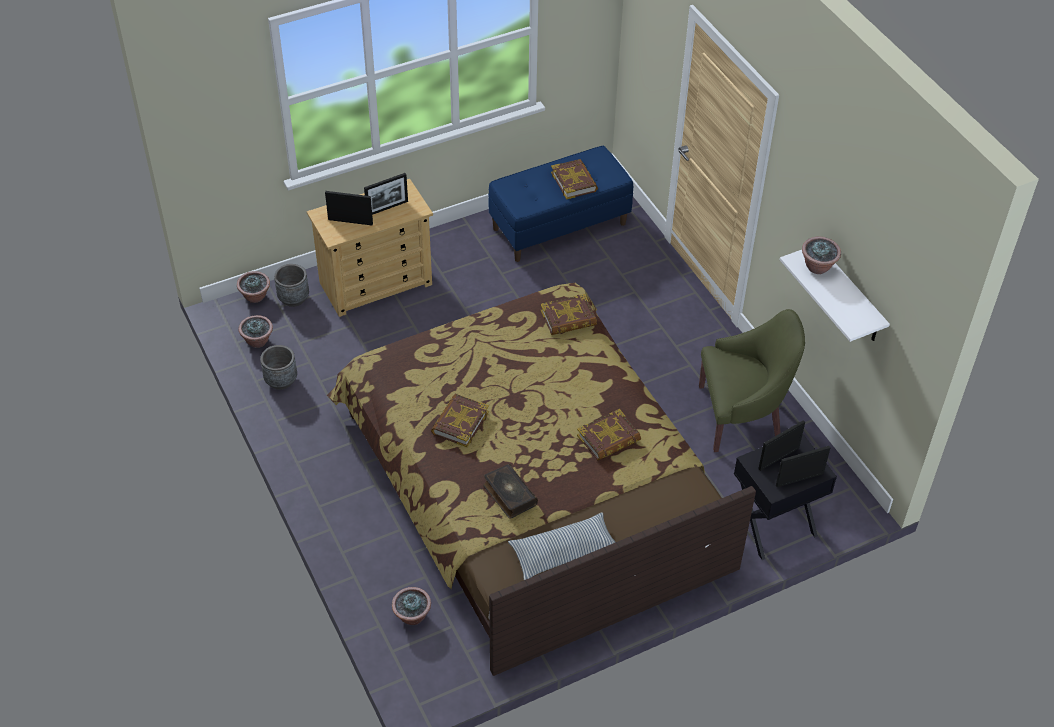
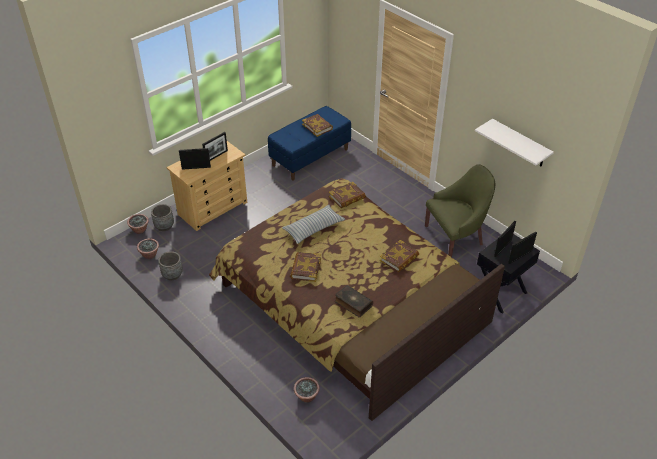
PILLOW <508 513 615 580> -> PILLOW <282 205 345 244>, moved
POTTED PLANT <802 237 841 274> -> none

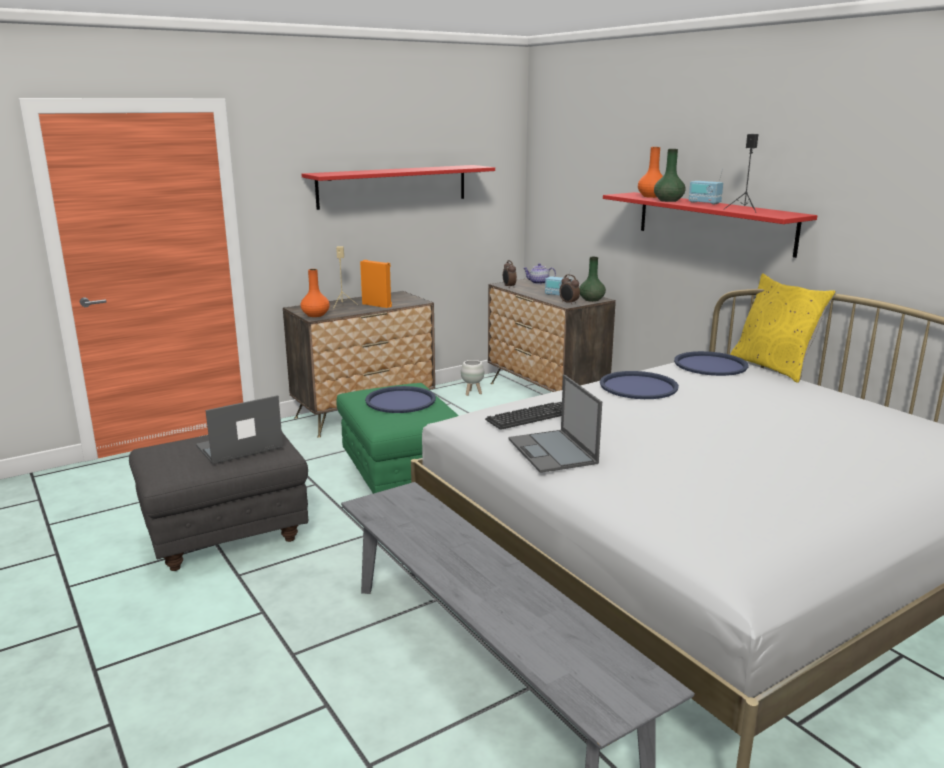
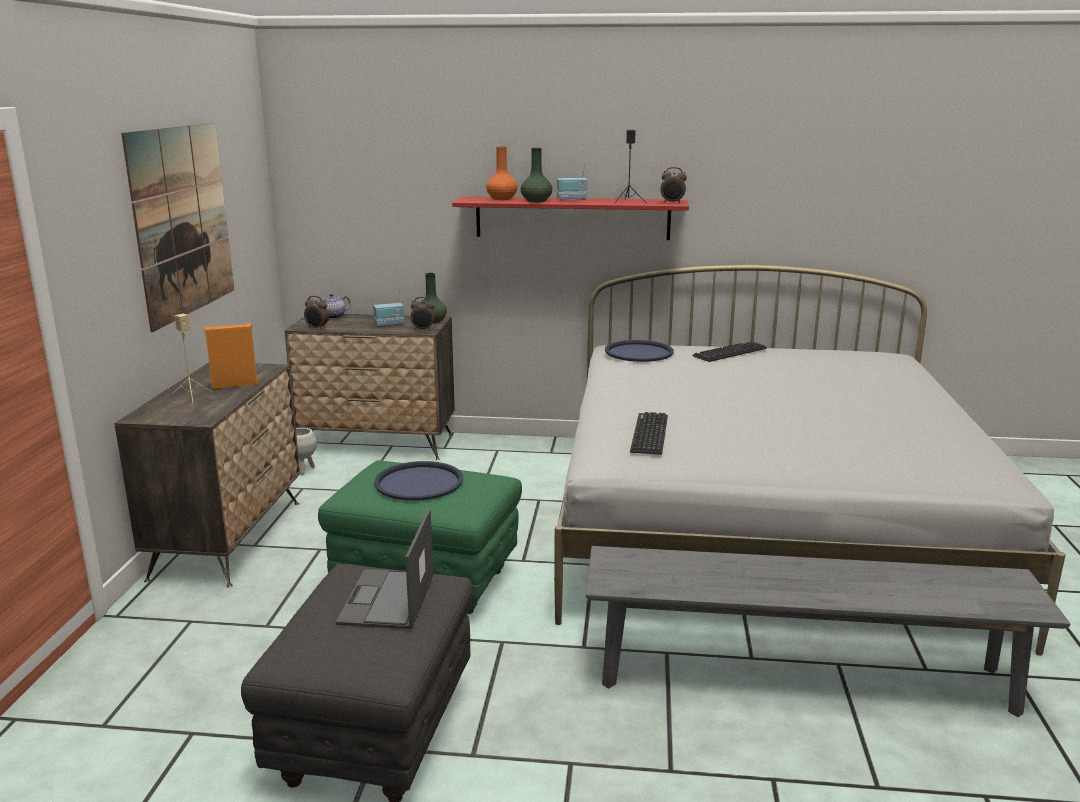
RED SHELF <302 165 495 210> -> PICTURE <121 123 234 332>
none -> ALARM CLOCK <660 167 687 204>
none -> KEYBOARD <693 342 767 362>
ORANGE VASE <300 269 330 317> -> none
LAPTOP <508 375 602 473> -> none
BLUE TRAY <600 371 679 399> -> none
YELLOW PILLOW <730 273 836 383> -> none

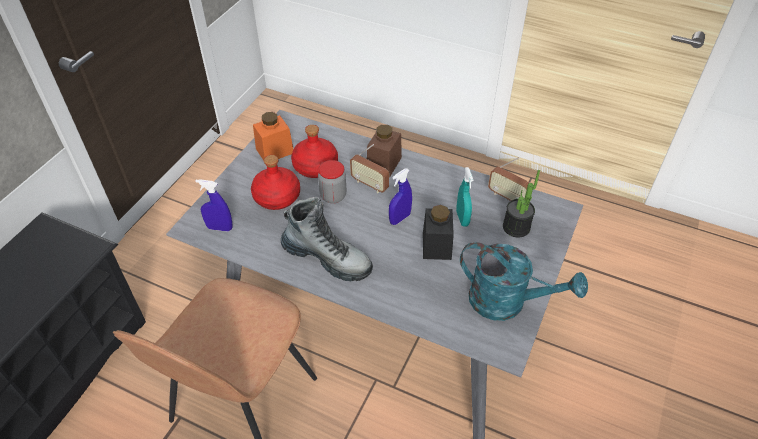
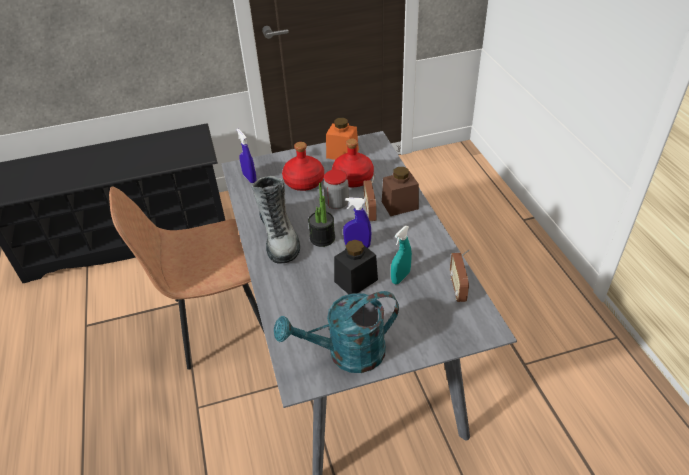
TURQUOISE WATERING CAN <460 242 588 321> -> TURQUOISE WATERING CAN <274 291 399 373>, 90 degrees clockwise
POTTED PLANT <503 170 540 238> -> POTTED PLANT <308 183 335 247>, moved

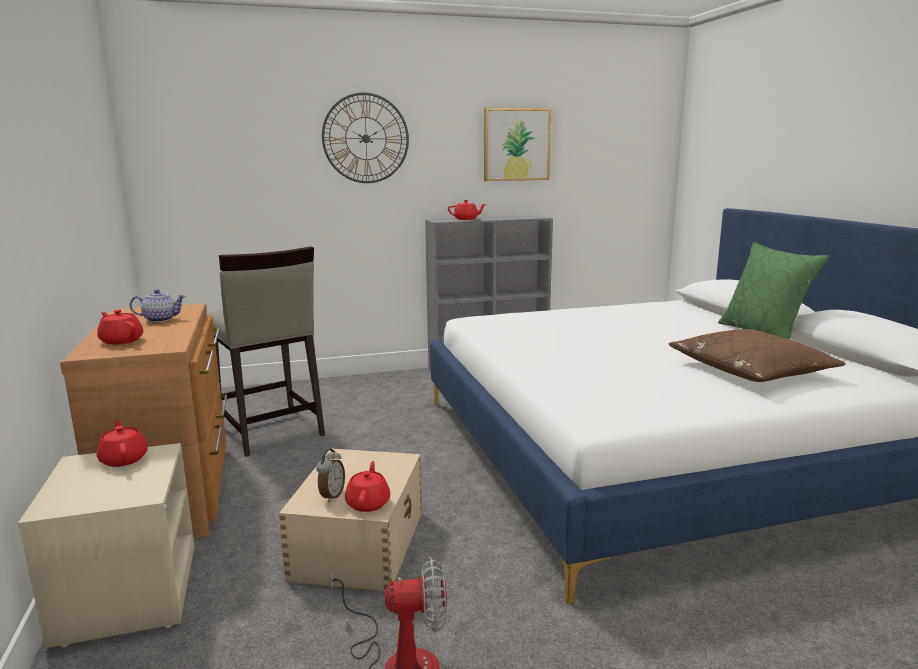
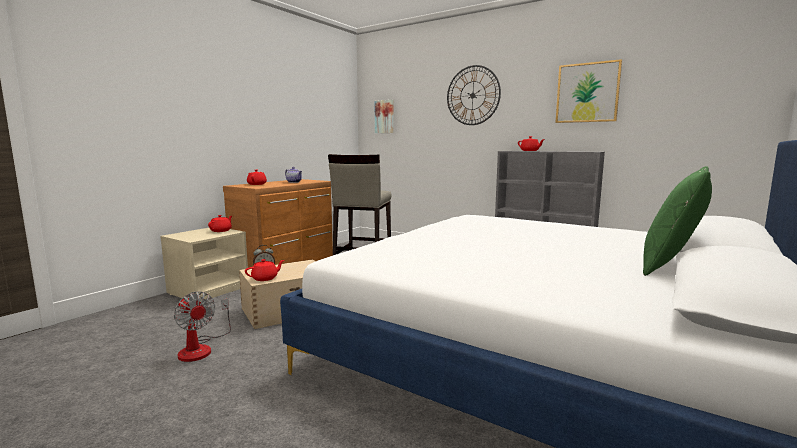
none -> PICTURE <375 100 394 133>
BROWN PILLOW <668 329 846 382> -> none

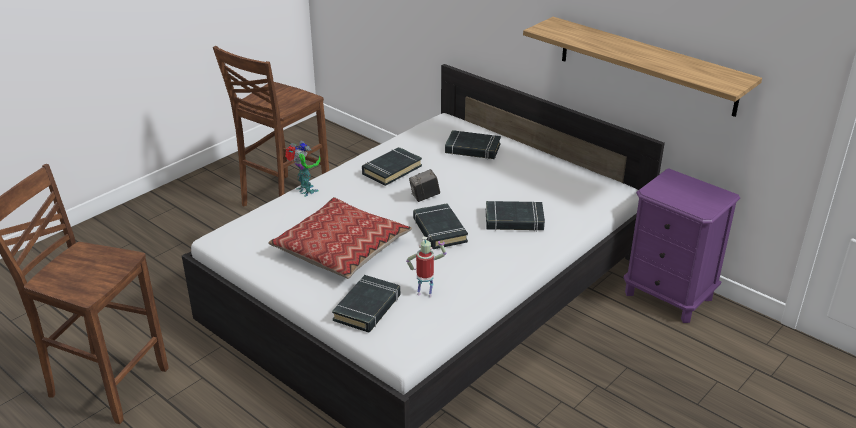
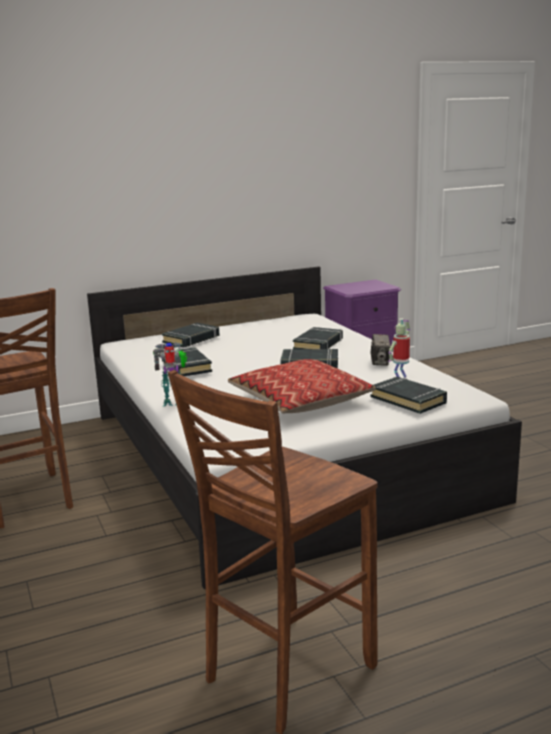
PHOTO CAMERA <409 169 440 202> -> PHOTO CAMERA <370 334 391 366>, moved
SHELF <523 17 762 117> -> none

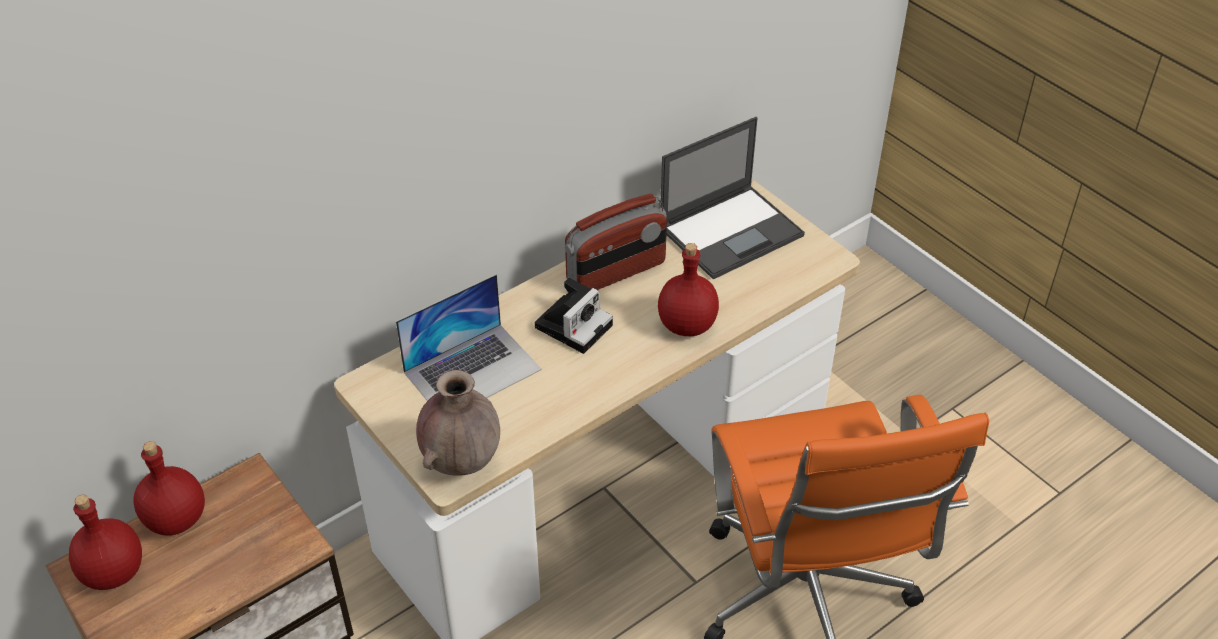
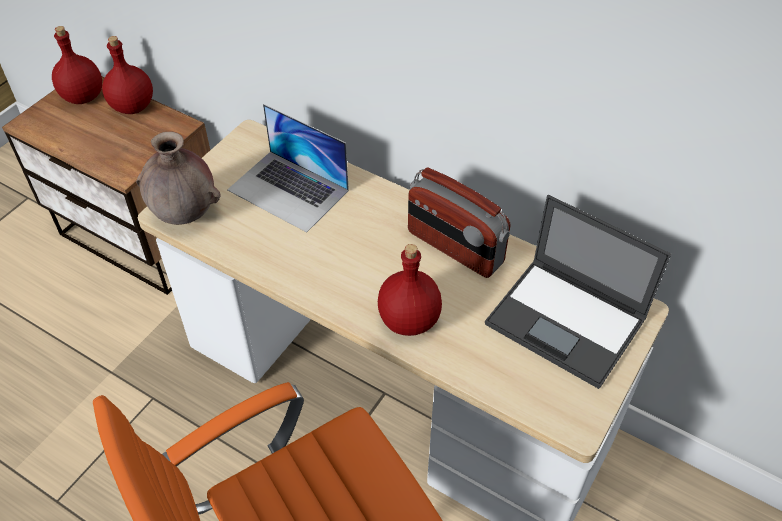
PHOTO CAMERA <535 278 613 354> -> none

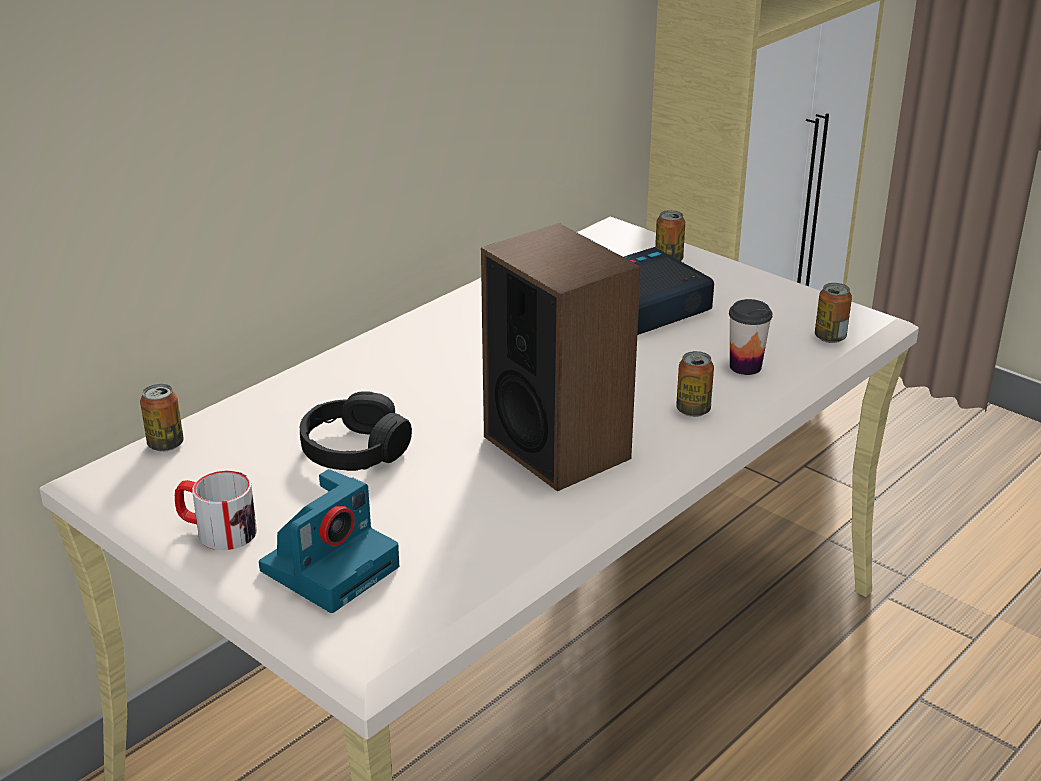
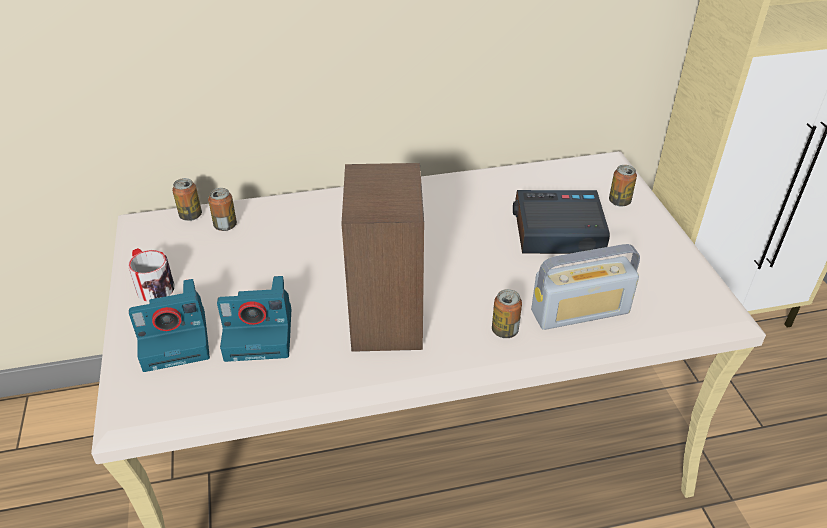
CAN <815 283 852 343> -> CAN <208 188 237 231>, moved
none -> PHOTO CAMERA <217 276 291 362>
CUP <729 299 772 375> -> RADIO <531 244 640 330>
BLACK HEADPHONES <300 391 412 471> -> none

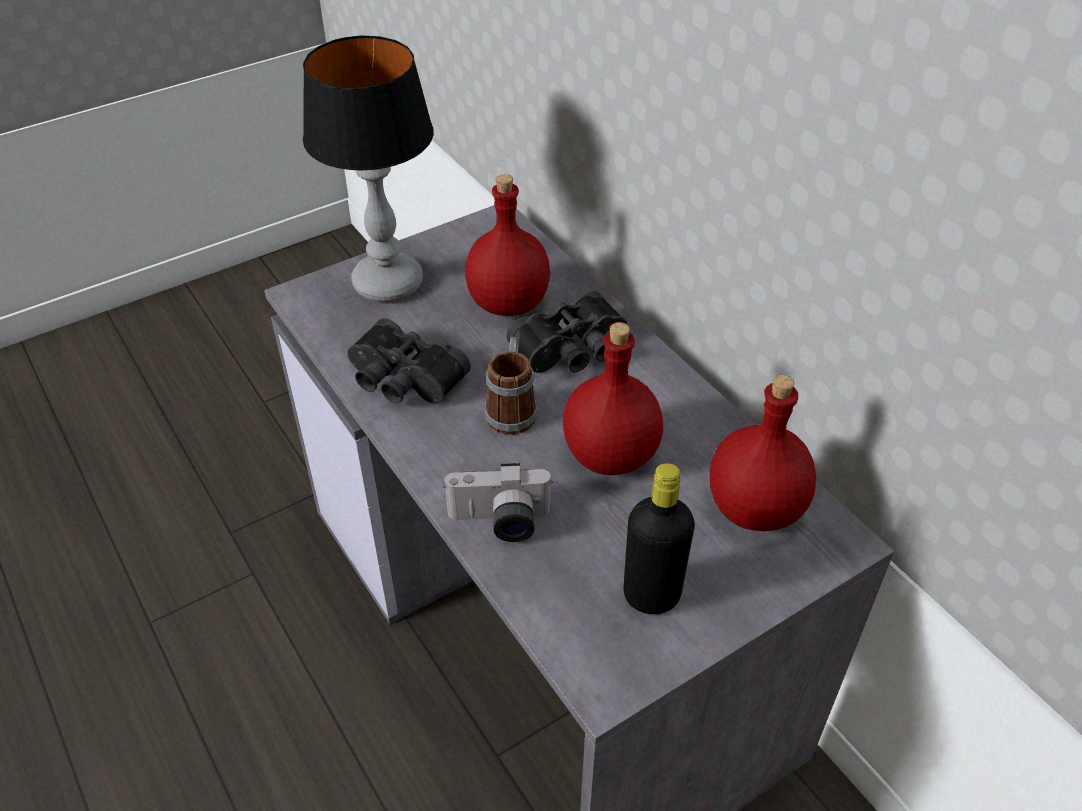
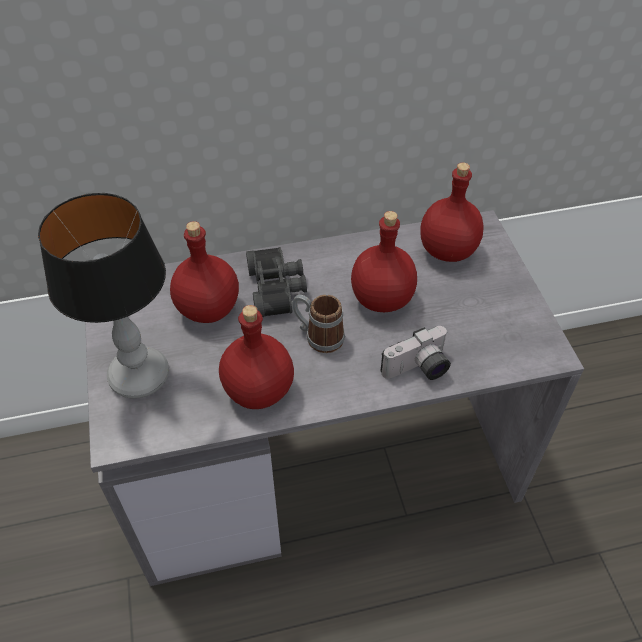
BLACK BINOCULARS <347 318 471 404> -> RED BOTTLE <219 305 294 409>
PHOTO CAMERA <443 463 553 542> -> PHOTO CAMERA <381 326 451 380>, 45 degrees clockwise
BLACK BOTTLE <623 463 695 614> -> none

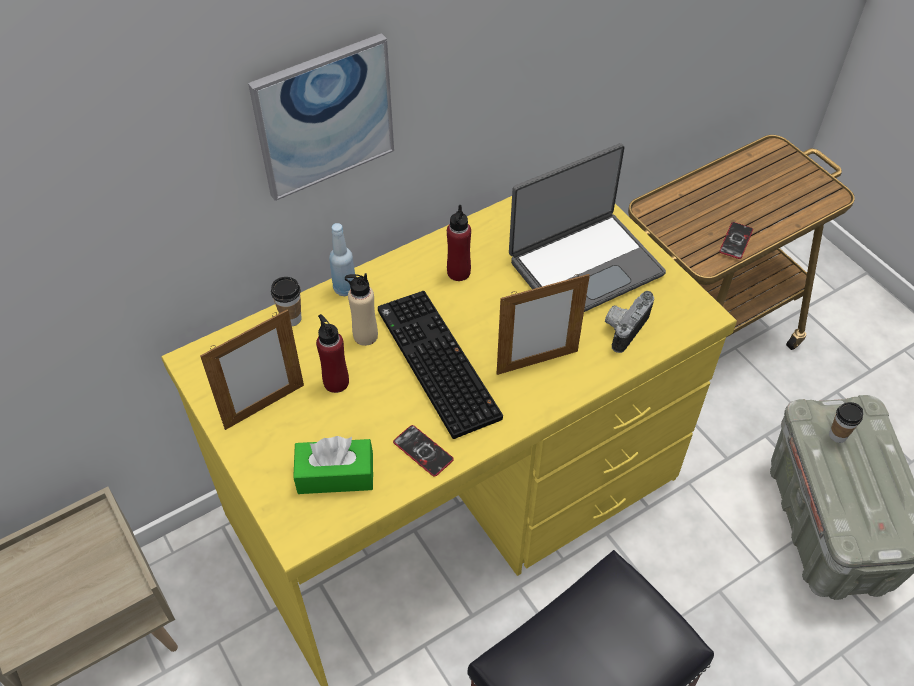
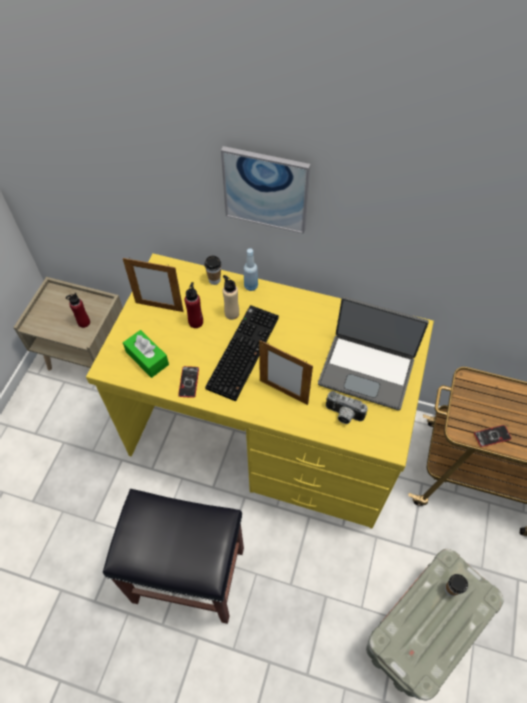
RED BOTTLE <447 205 471 281> -> RED BOTTLE <66 293 90 328>, moved
PHOTO CAMERA <605 291 654 353> -> PHOTO CAMERA <326 391 368 424>, 150 degrees counterclockwise

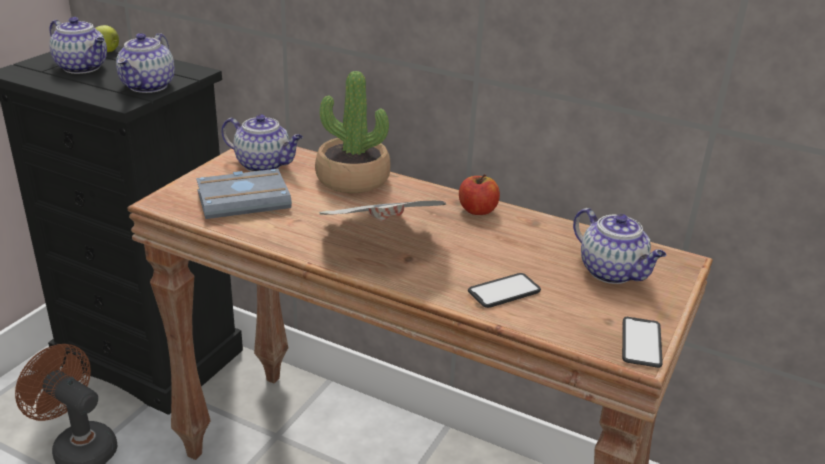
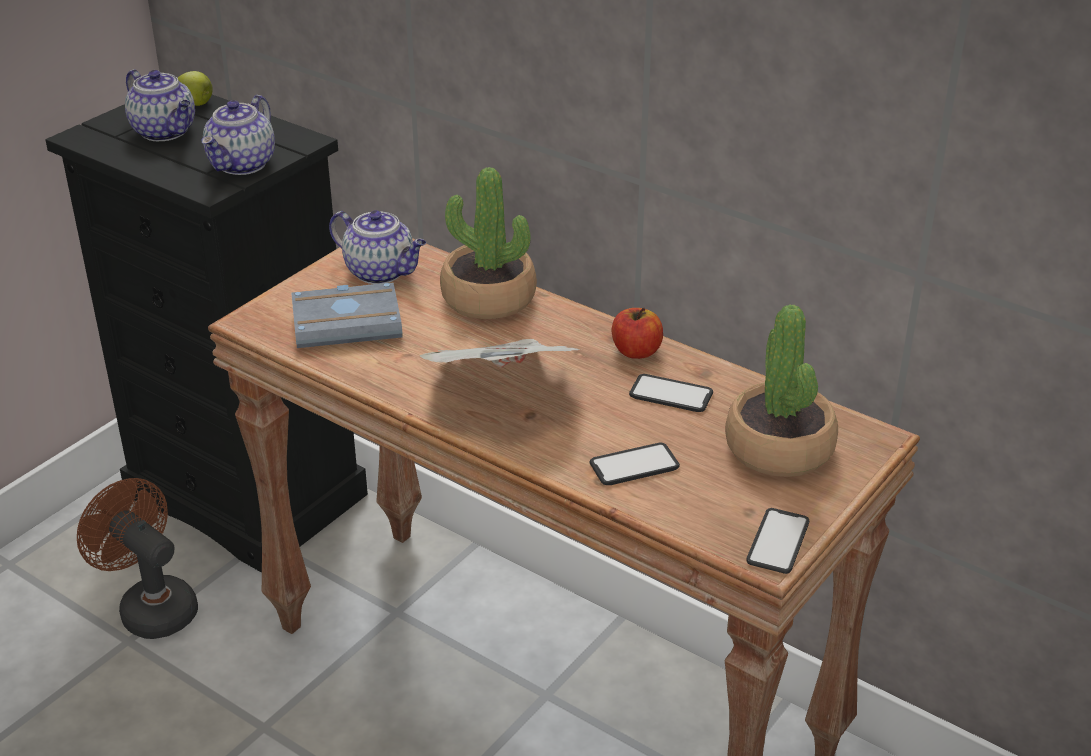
none -> PHONE <629 374 713 412>
TEAPOT <573 208 666 284> -> POTTED PLANT <725 304 838 477>

